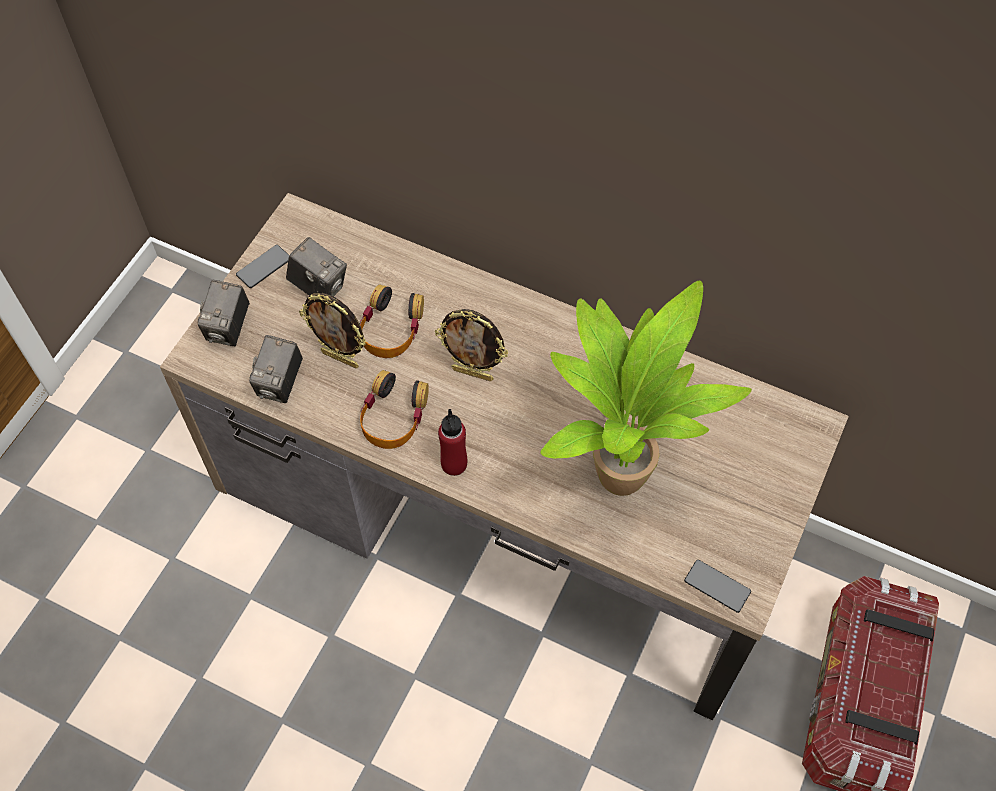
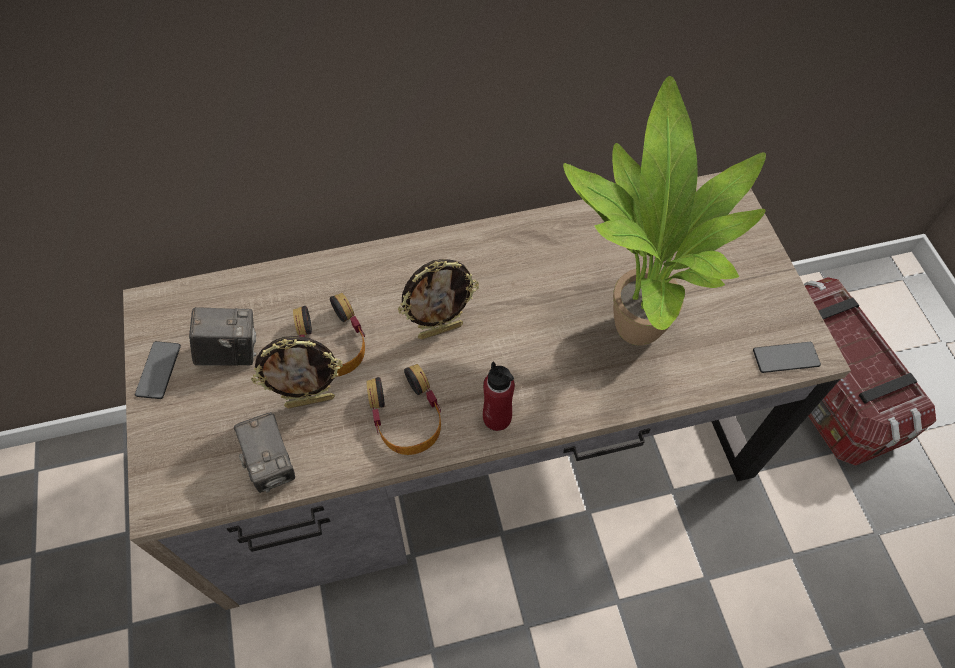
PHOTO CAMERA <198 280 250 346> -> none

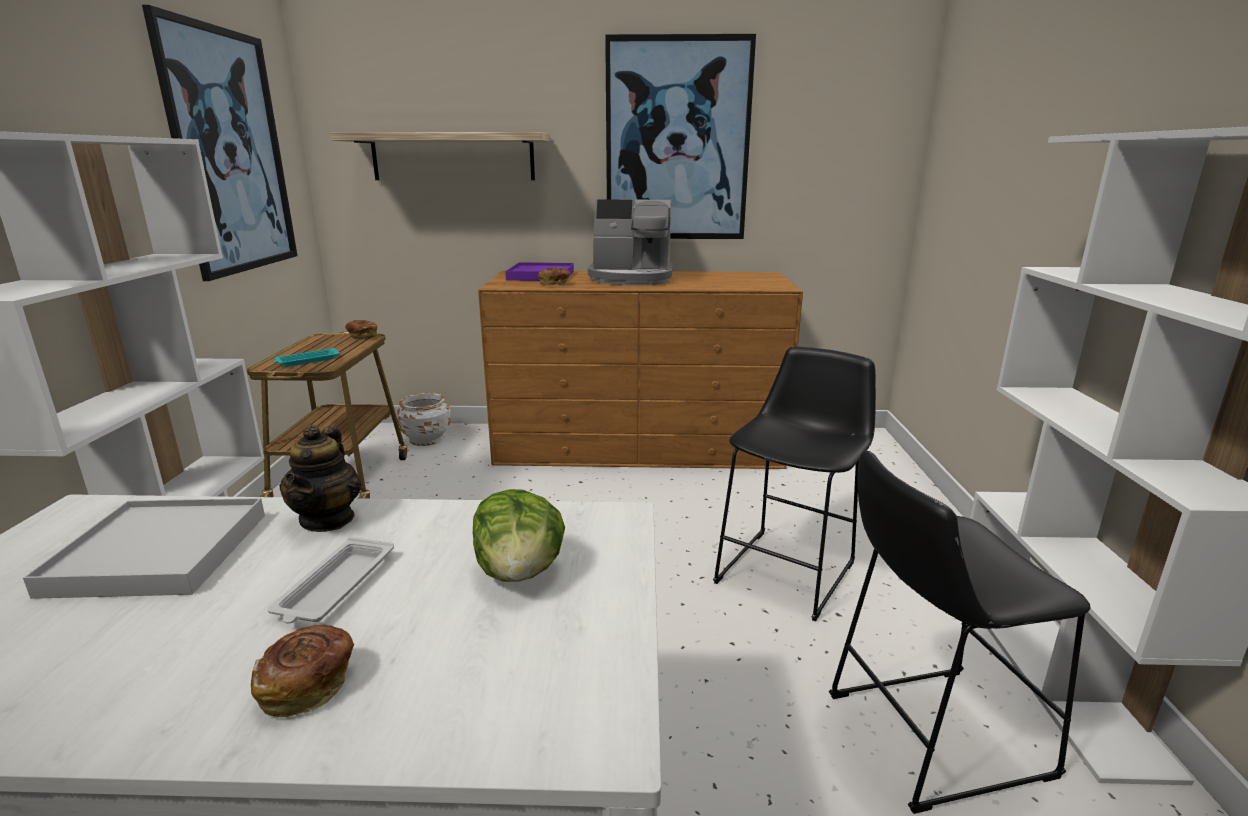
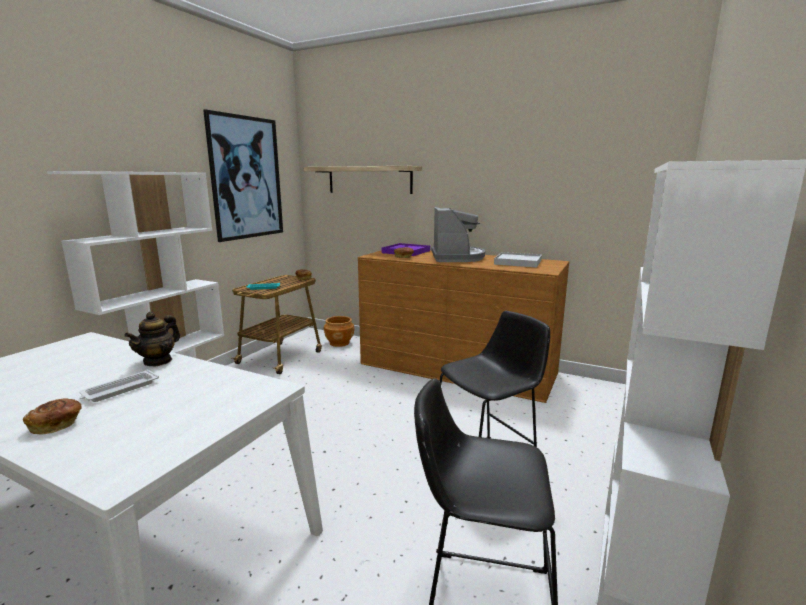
WHITE PLANTER <397 393 451 446> -> BROWN PLANTER <323 316 354 347>
COFFEE MACHINE <588 199 673 285> -> COFFEE MACHINE <432 207 485 262>, 120 degrees counterclockwise
WHITE TRAY <23 498 265 599> -> WHITE TRAY <494 252 542 268>, moved
LETTUCE <473 489 565 582> -> none
PICTURE <605 34 756 239> -> none

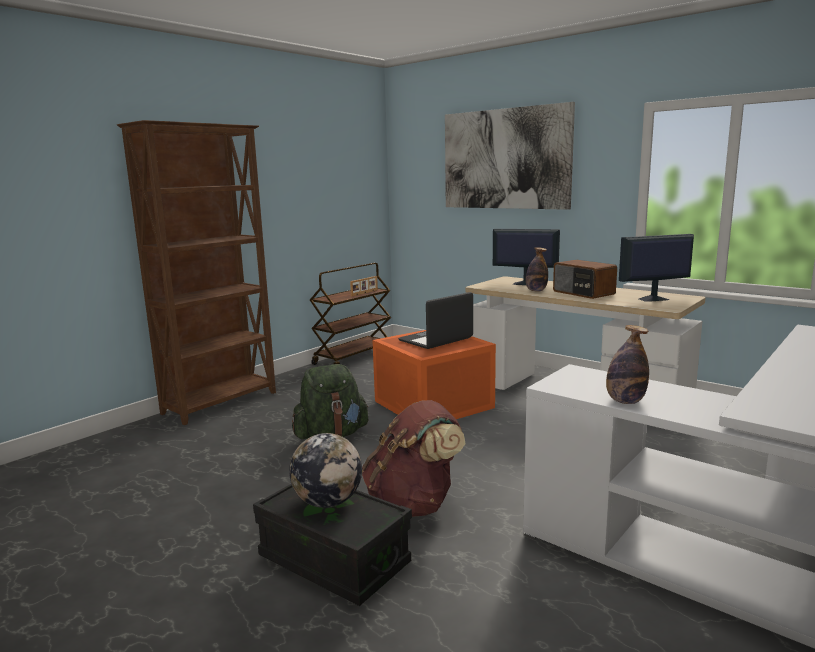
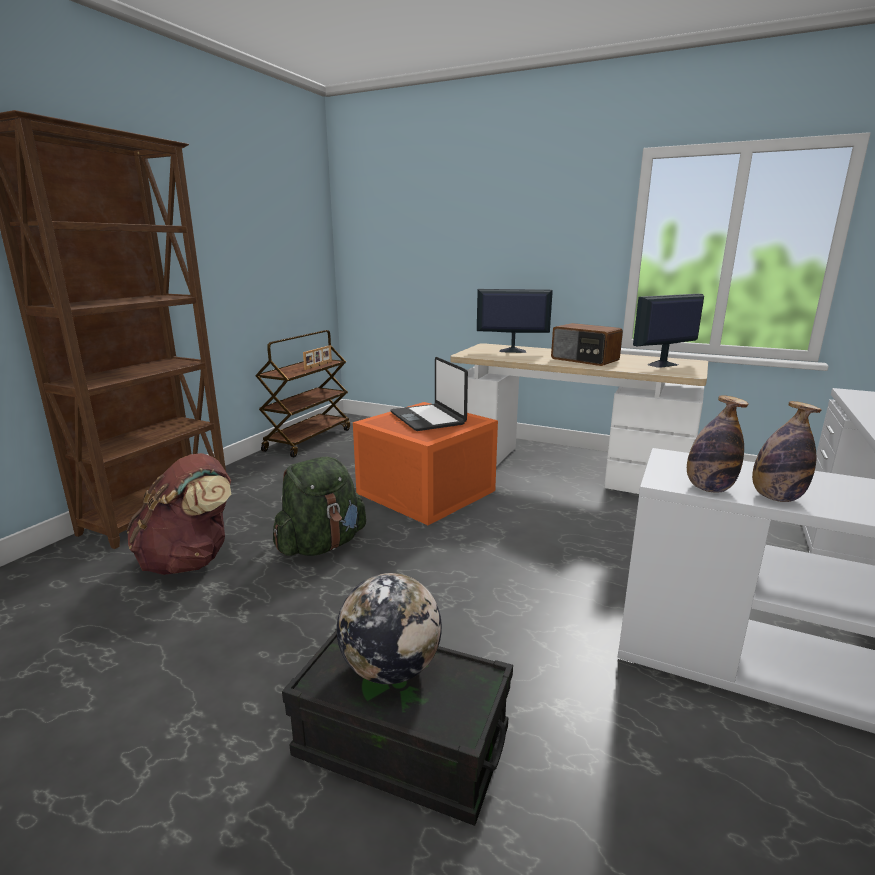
BROWN BACKPACK <362 400 466 517> -> BROWN BACKPACK <127 453 231 575>, moved
LAPTOP <398 292 473 349> -> LAPTOP <391 357 468 431>, 60 degrees counterclockwise
BOTTLE <526 247 548 291> -> BOTTLE <687 395 749 493>, moved
PICTURE <445 102 575 210> -> none

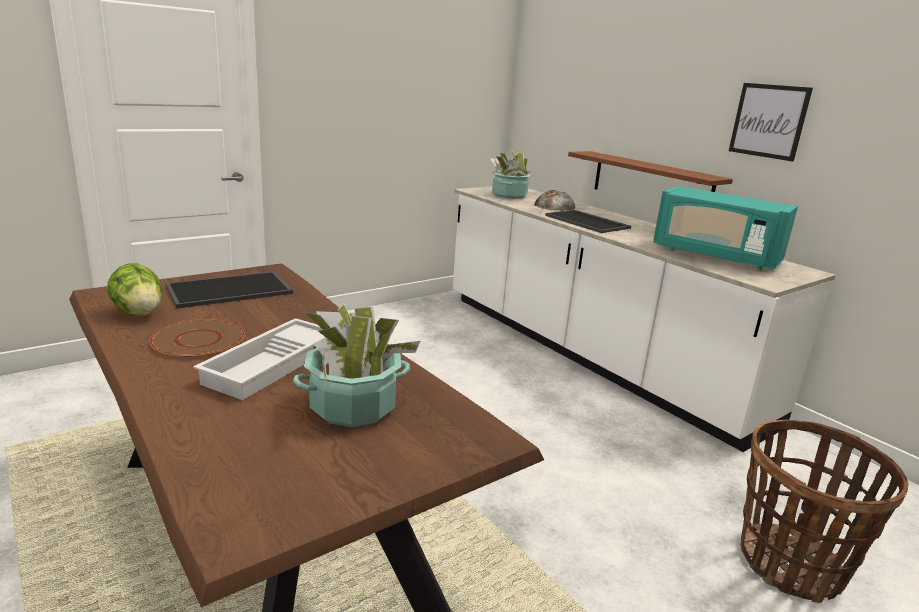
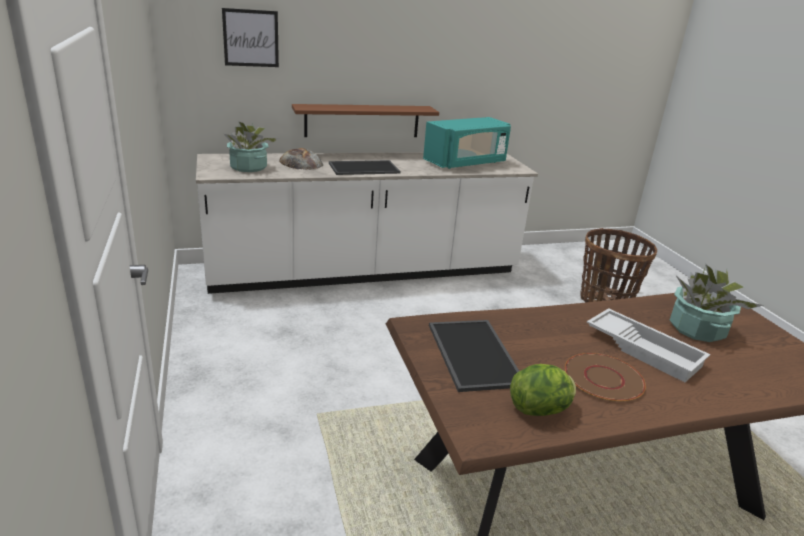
PICTURE <729 83 813 162> -> PICTURE <222 8 279 67>, moved

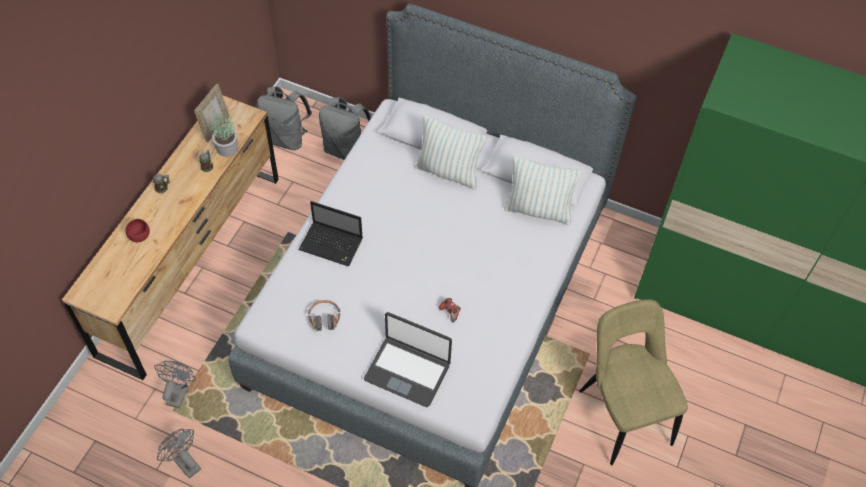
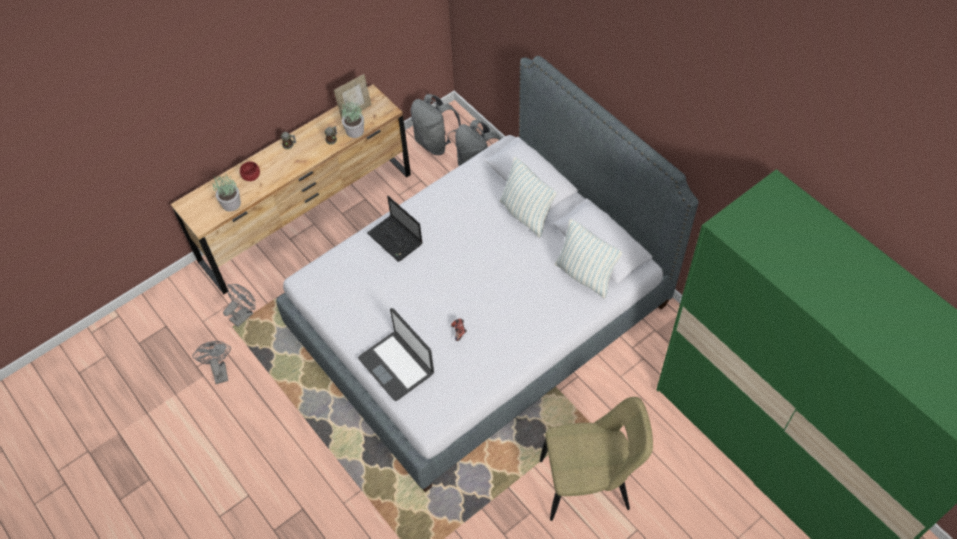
none -> POTTED PLANT <213 174 241 212>
BEIGE CHAIR <579 299 688 465> -> BEIGE CHAIR <540 397 653 521>, 75 degrees clockwise
HEADPHONES <308 300 340 331> -> none

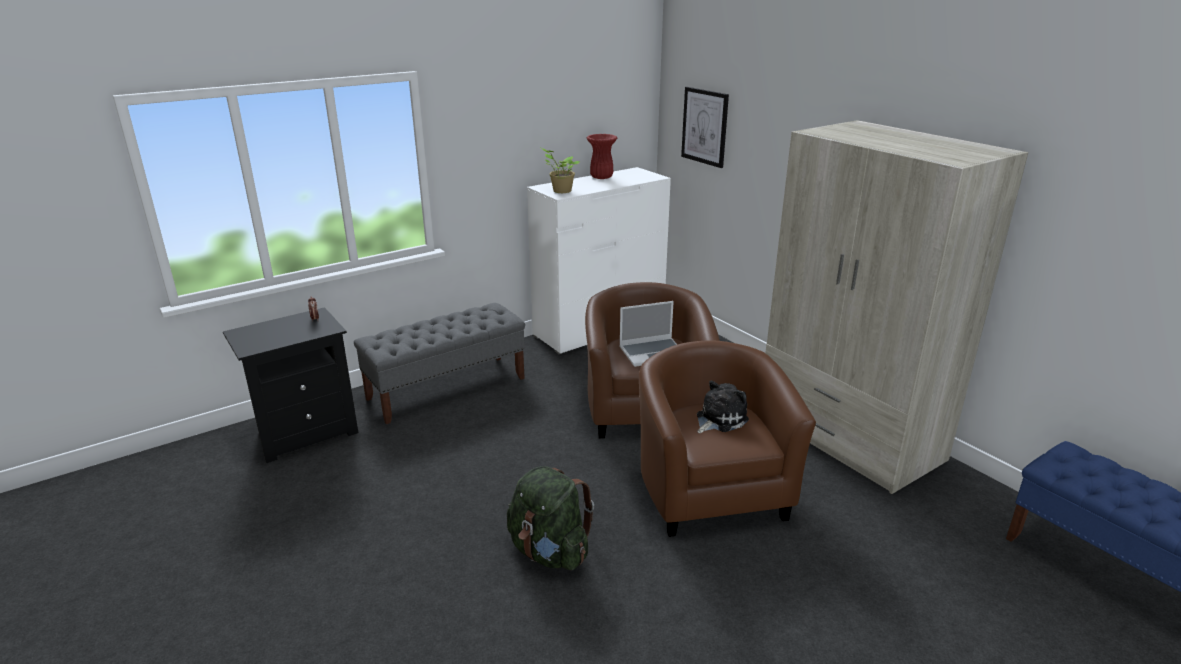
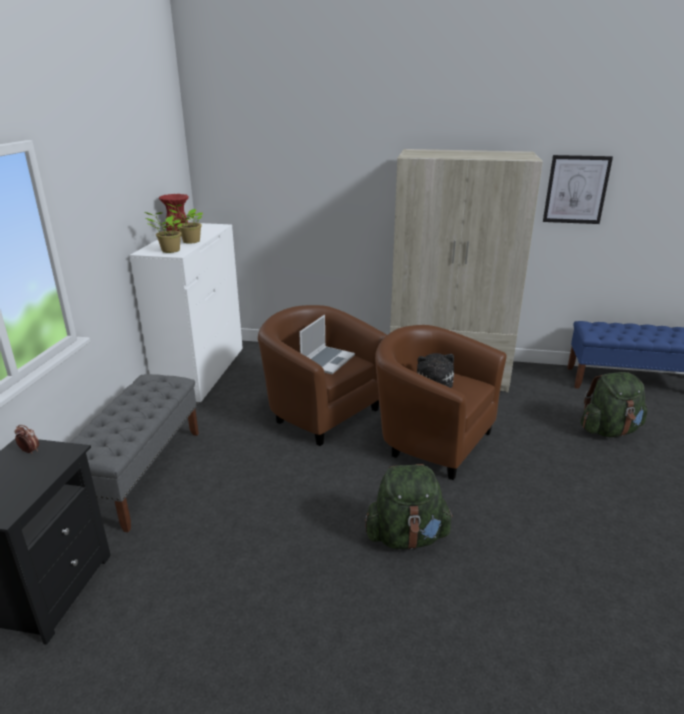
none -> POTTED PLANT <168 204 203 244>
PICTURE <681 87 729 168> -> PICTURE <543 155 613 224>, moved
none -> GREEN BACKPACK <581 372 648 437>

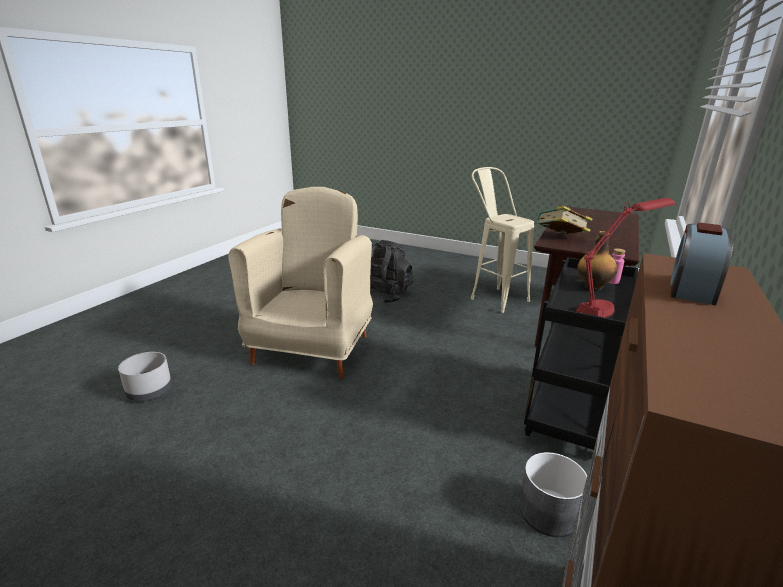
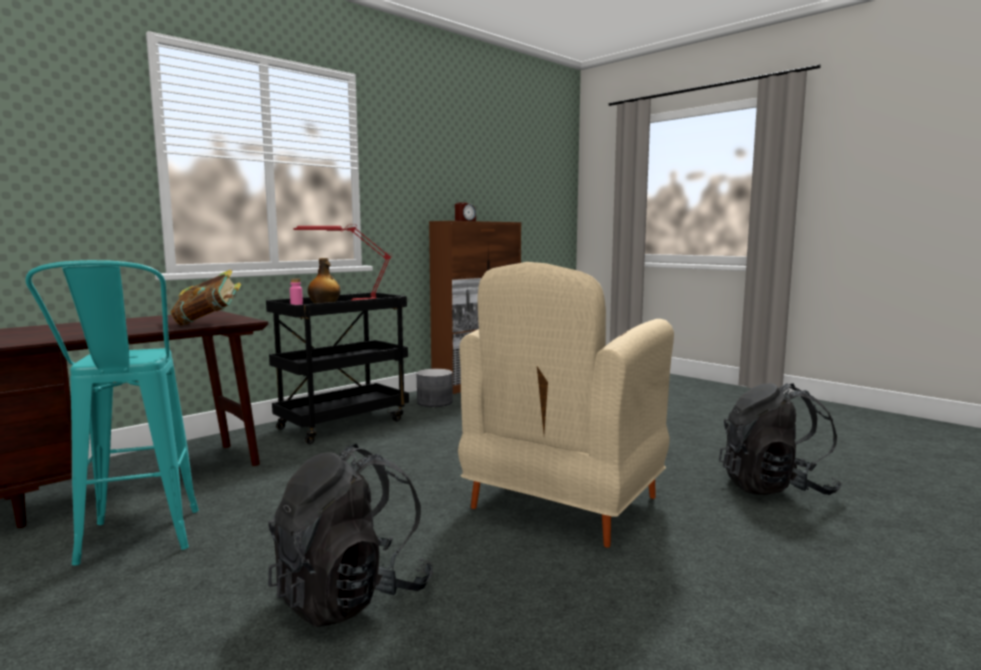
BEIGE STOOL <471 167 534 313> -> TURQUOISE STOOL <26 260 199 565>
GREY PLANTER <118 352 172 401> -> BLACK BACKPACK <719 383 842 495>

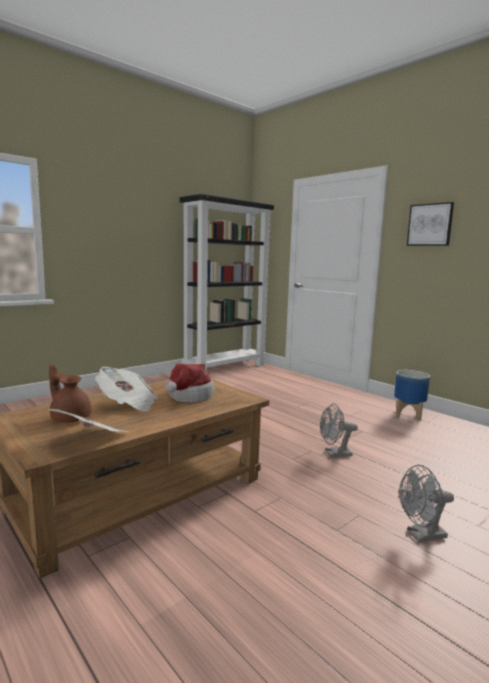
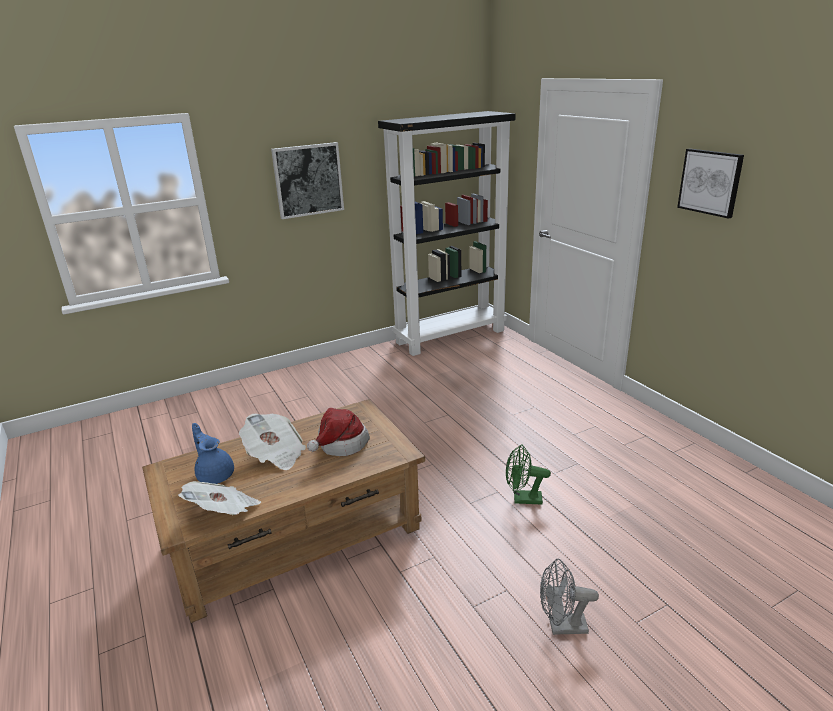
BROWN TEAPOT <49 364 91 423> -> BLUE TEAPOT <192 423 234 484>
none -> PICTURE <271 142 344 219>
GREY FAN <320 404 358 457> -> GREEN FAN <506 444 551 505>
PLANTER <394 370 430 421> -> none

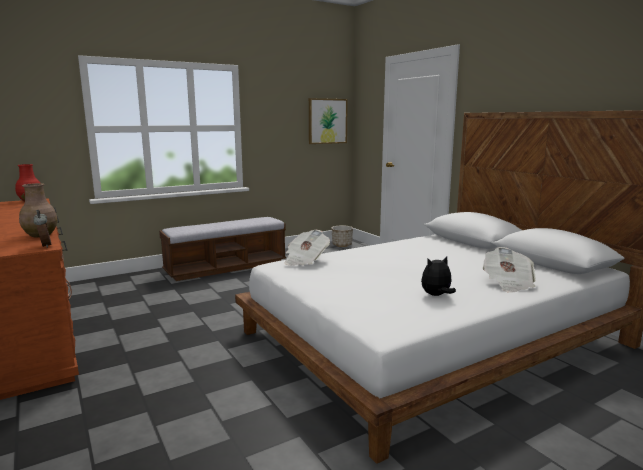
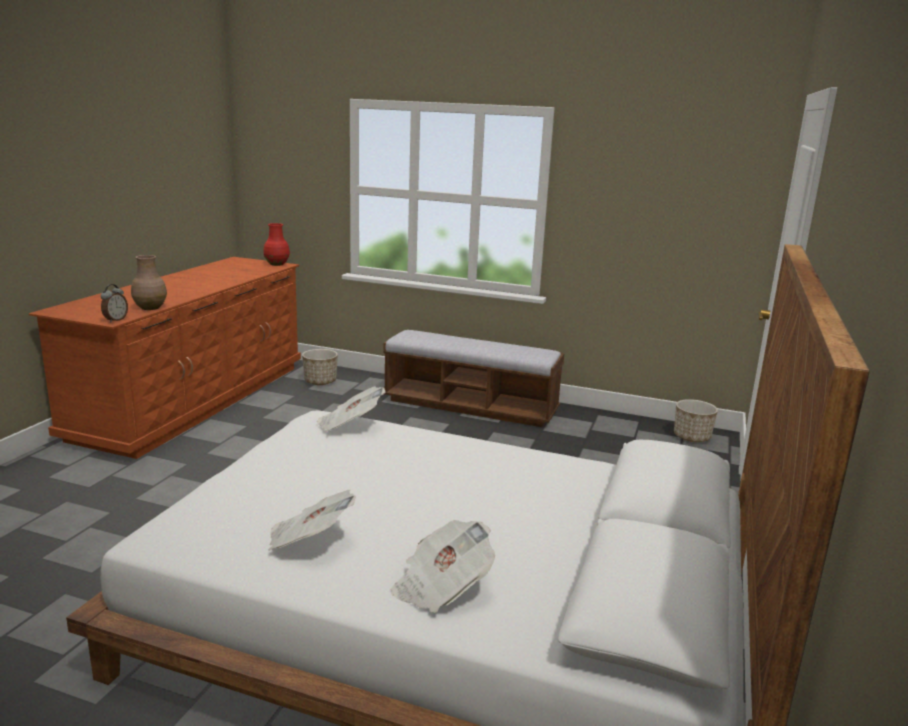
PLUSH TOY <421 256 456 296> -> NEWSPAPER <268 490 356 551>
none -> PLANTER <302 349 338 385>
PICTURE <309 98 348 144> -> none

